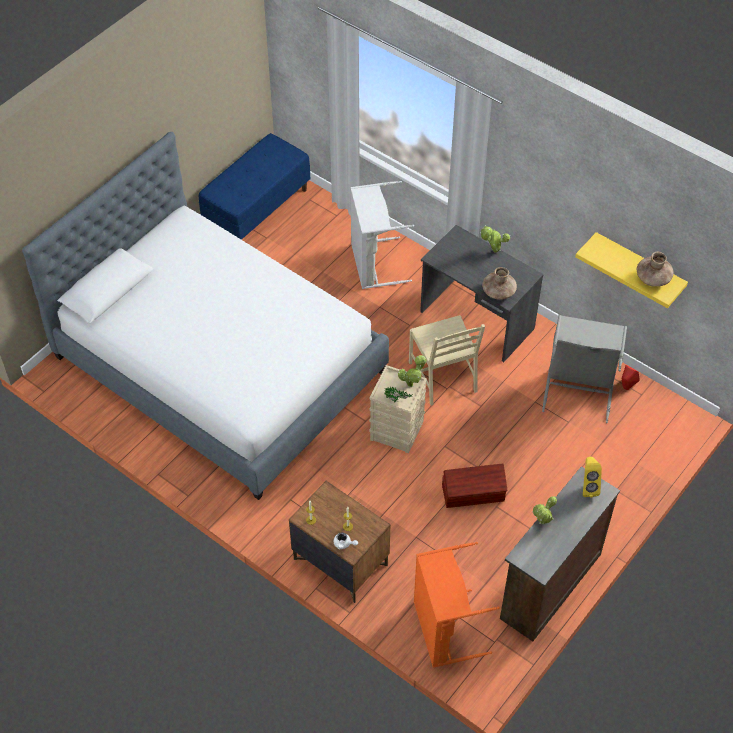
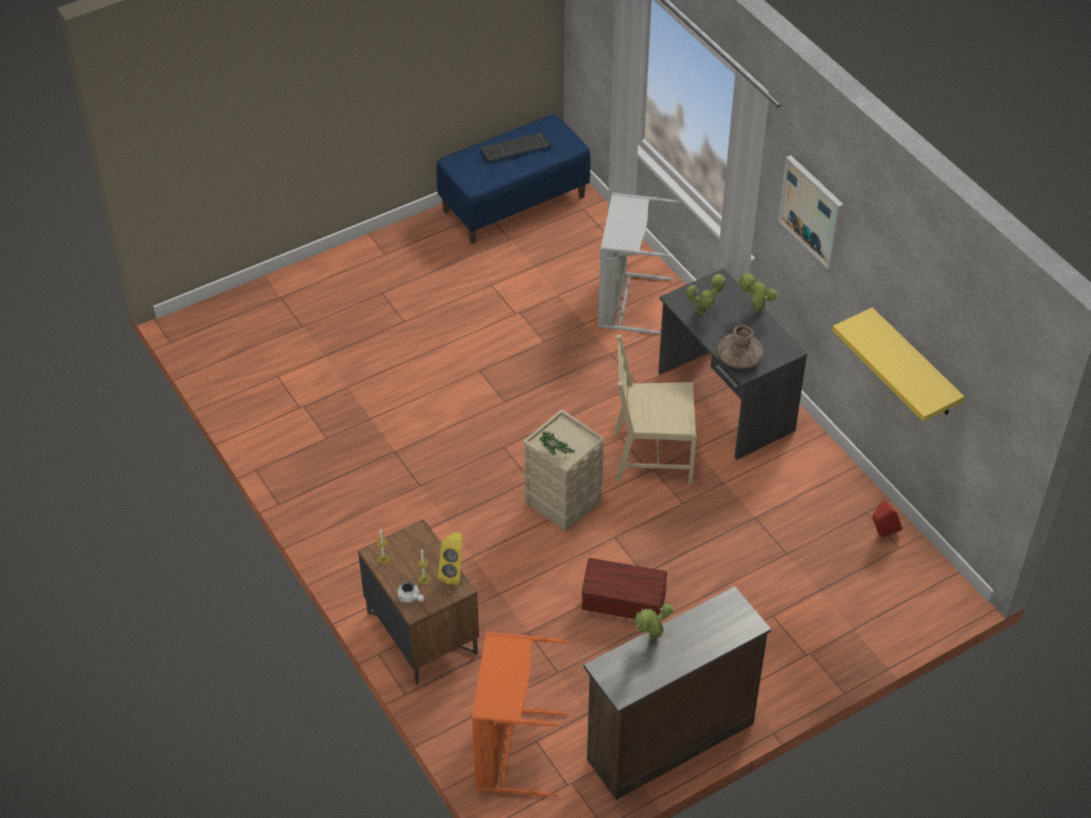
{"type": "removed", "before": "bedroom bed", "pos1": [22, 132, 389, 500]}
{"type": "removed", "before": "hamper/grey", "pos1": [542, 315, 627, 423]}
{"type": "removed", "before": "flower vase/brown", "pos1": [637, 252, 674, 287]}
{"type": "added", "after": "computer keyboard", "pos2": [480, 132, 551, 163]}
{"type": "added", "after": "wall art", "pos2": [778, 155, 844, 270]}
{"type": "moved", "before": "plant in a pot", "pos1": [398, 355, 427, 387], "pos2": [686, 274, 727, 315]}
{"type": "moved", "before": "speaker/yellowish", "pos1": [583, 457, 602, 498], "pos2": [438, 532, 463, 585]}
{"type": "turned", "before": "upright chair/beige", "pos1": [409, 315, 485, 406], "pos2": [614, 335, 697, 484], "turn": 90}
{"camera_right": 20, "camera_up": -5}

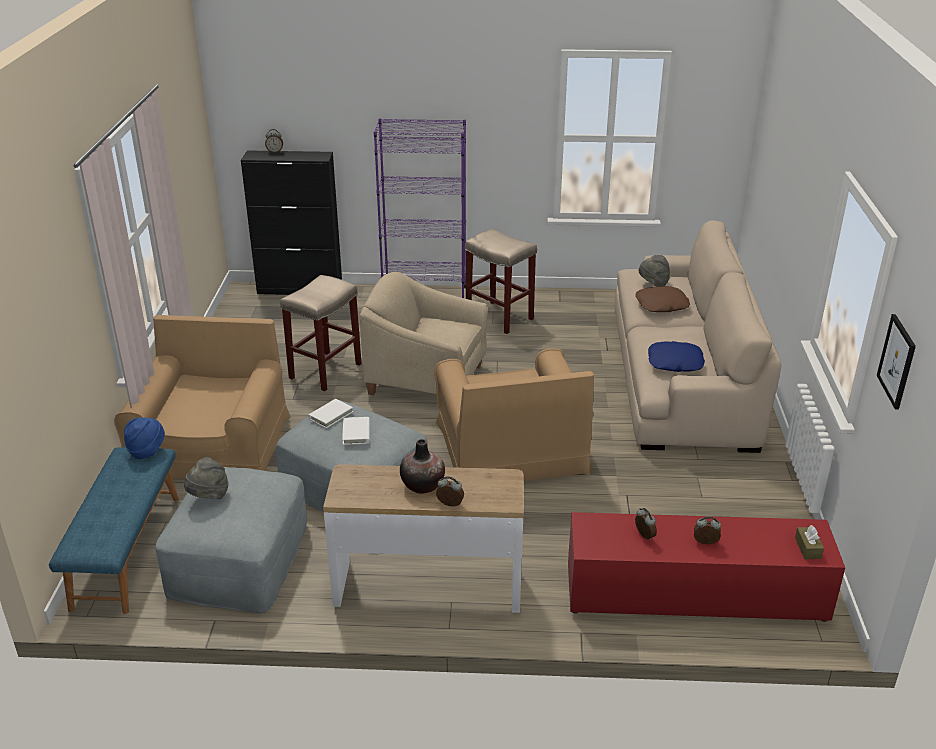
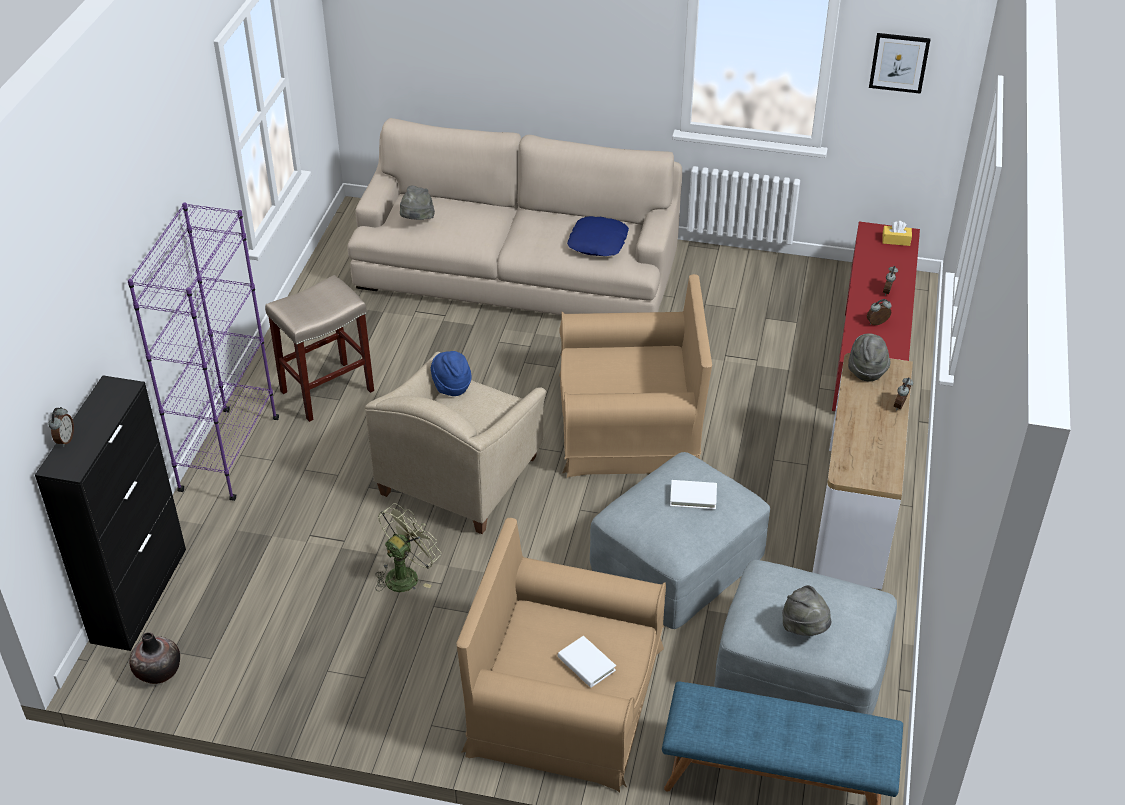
{"type": "removed", "before": "throw pillow/brown", "pos1": [635, 286, 690, 312]}
{"type": "added", "after": "hat/grey", "pos2": [848, 333, 890, 382]}
{"type": "moved", "before": "hat/bluish", "pos1": [124, 417, 165, 459], "pos2": [431, 351, 472, 396]}
{"type": "moved", "before": "bound book/white", "pos1": [308, 399, 353, 428], "pos2": [557, 636, 616, 688]}
{"type": "moved", "before": "flower vase", "pos1": [400, 439, 445, 494], "pos2": [130, 632, 180, 684]}
{"type": "replaced", "before": "stool/beige", "after": "fan/greenish", "pos1": [280, 275, 362, 391], "pos2": [375, 503, 441, 592]}
{"type": "recoloured", "before": "tissue box/brown", "after": "tissue box/yellowish", "pos1": [795, 525, 824, 559], "pos2": [882, 221, 912, 246]}
{"camera_right": -80, "camera_up": 10}

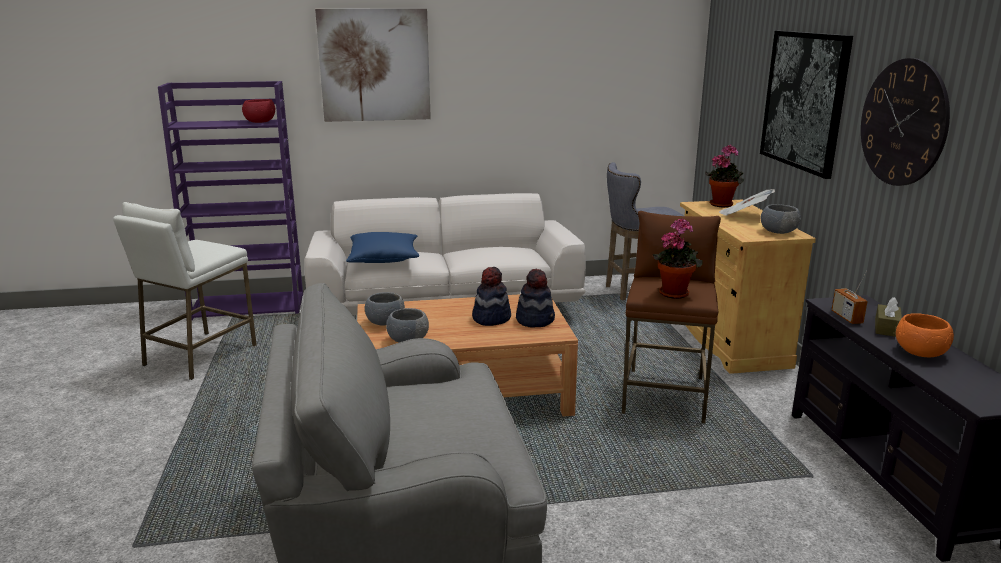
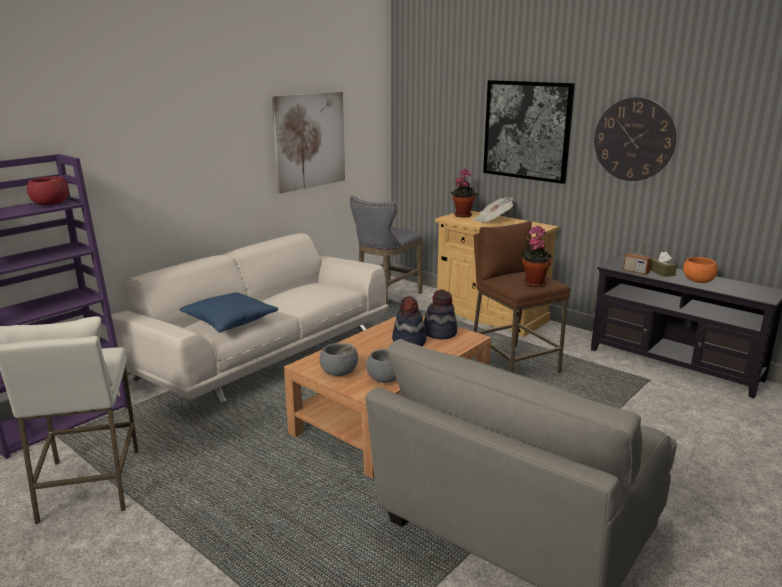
{"type": "removed", "before": "bowl/grey", "pos1": [761, 204, 801, 234]}
{"type": "moved", "before": "wall art", "pos1": [315, 9, 431, 122], "pos2": [272, 92, 345, 194]}
{"camera_right": -40, "camera_up": 0}

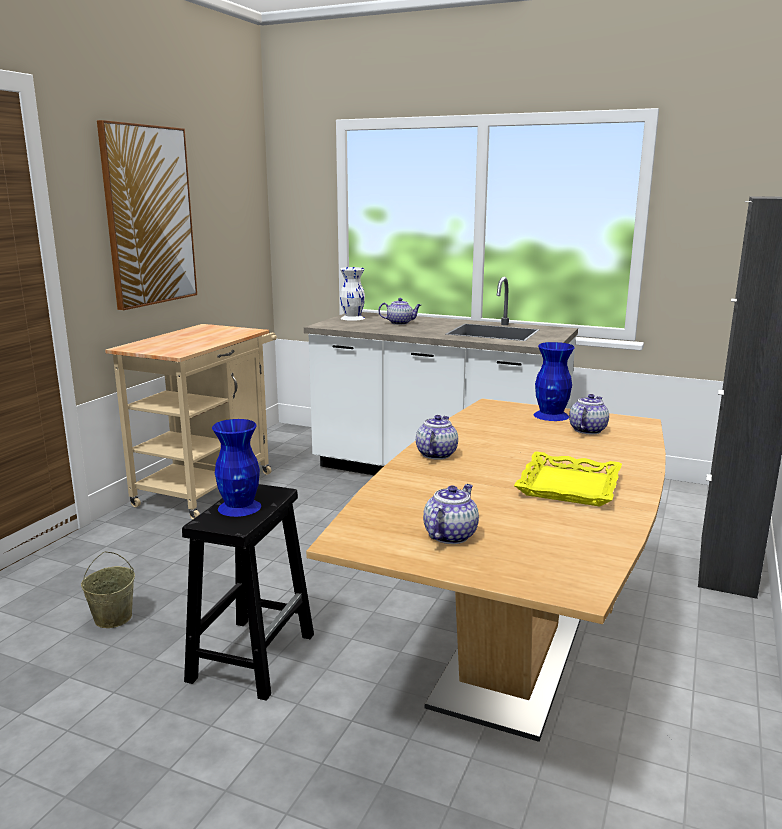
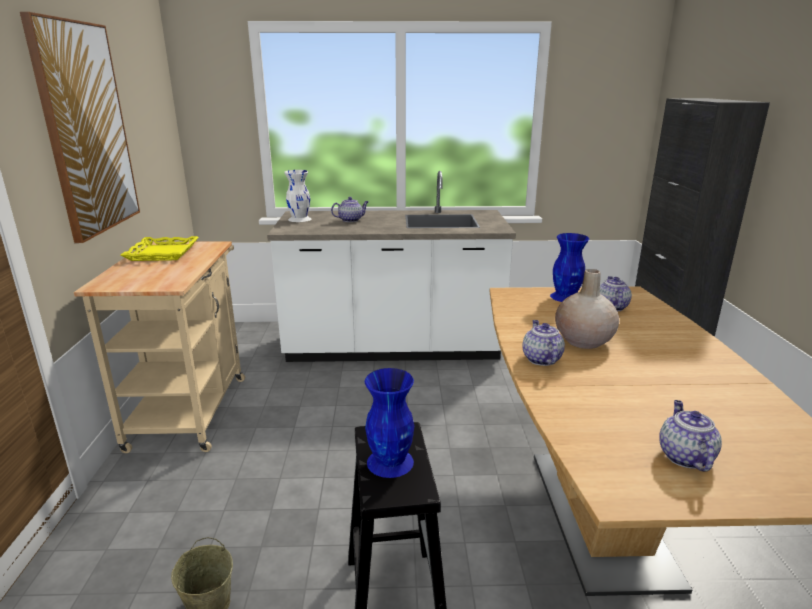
{"type": "added", "after": "flower vase/beige", "pos2": [555, 269, 619, 349]}
{"type": "moved", "before": "carrying tray/yellowish", "pos1": [514, 452, 622, 506], "pos2": [120, 236, 199, 261]}
{"camera_right": -25, "camera_up": 5}

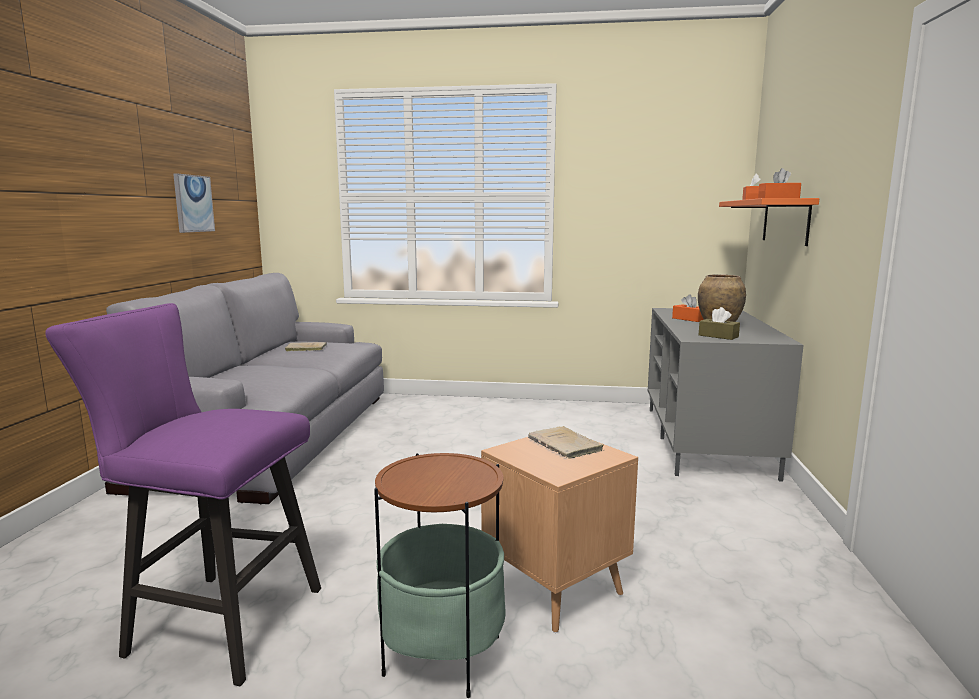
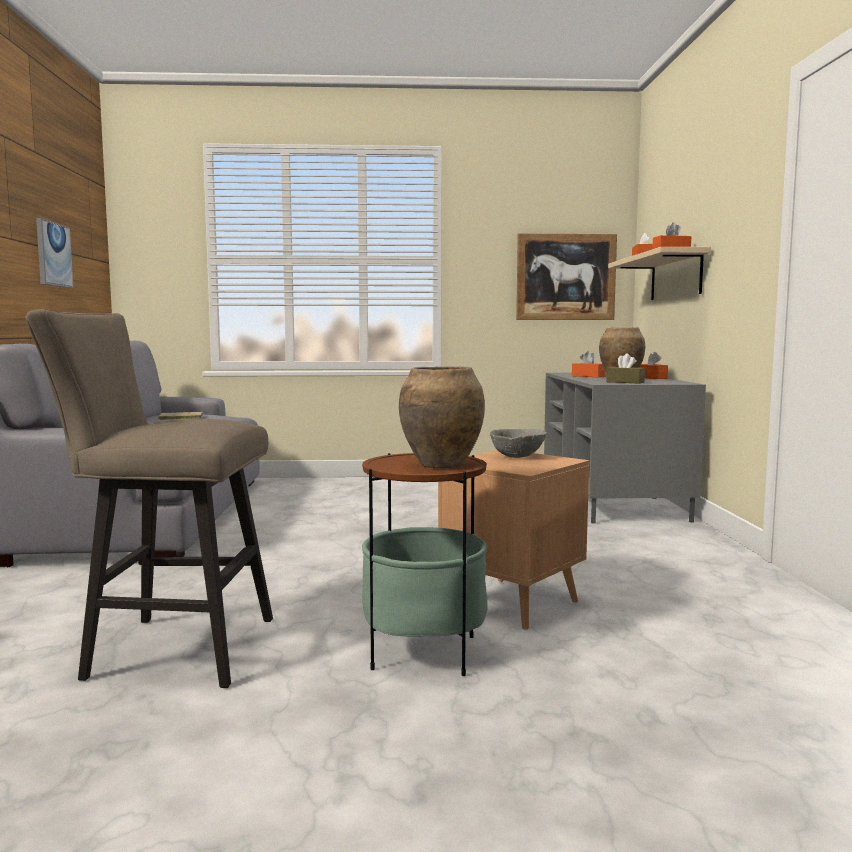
{"type": "added", "after": "flower vase/brown", "pos2": [399, 366, 485, 469]}
{"type": "added", "after": "wall art", "pos2": [516, 234, 617, 320]}
{"type": "added", "after": "tissue box/orange", "pos2": [640, 352, 668, 379]}
{"type": "replaced", "before": "bound book/beige", "after": "bowl/grey", "pos1": [528, 426, 604, 459], "pos2": [490, 429, 547, 458]}
{"type": "recoloured", "before": "stool/purplish", "after": "stool/beige", "pos1": [45, 303, 321, 686], "pos2": [26, 309, 273, 688]}
{"type": "recoloured", "before": "wall shelf/orange", "after": "wall shelf/beige", "pos1": [719, 198, 819, 246], "pos2": [608, 247, 711, 300]}
{"camera_right": -10, "camera_up": -5}

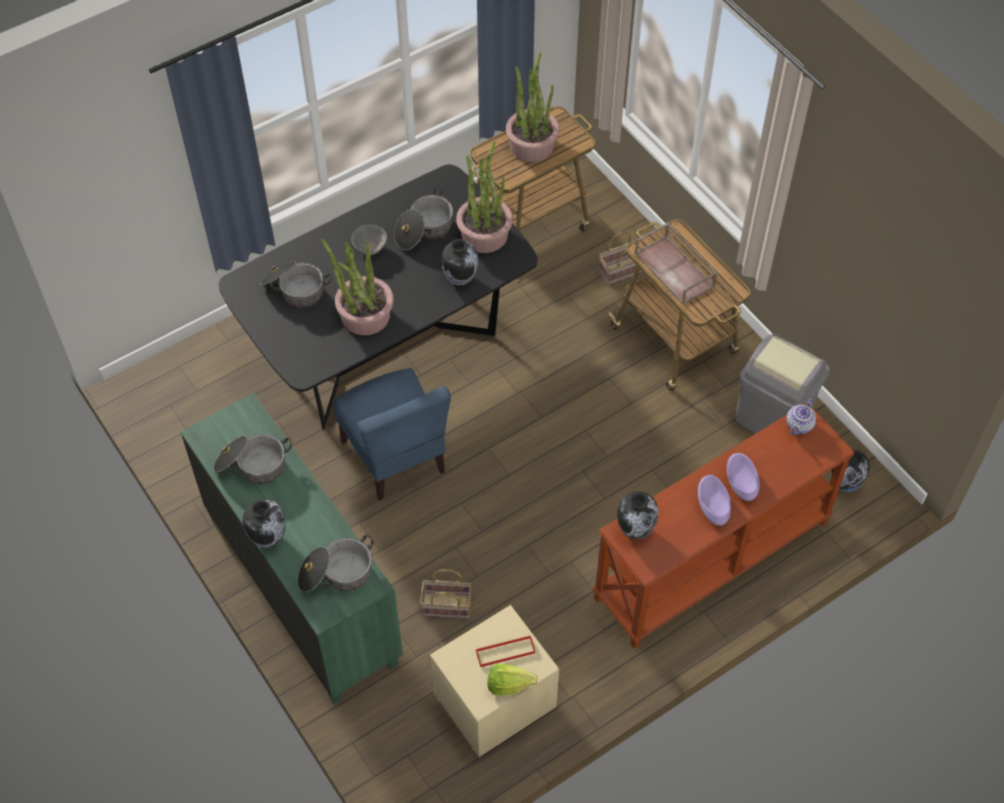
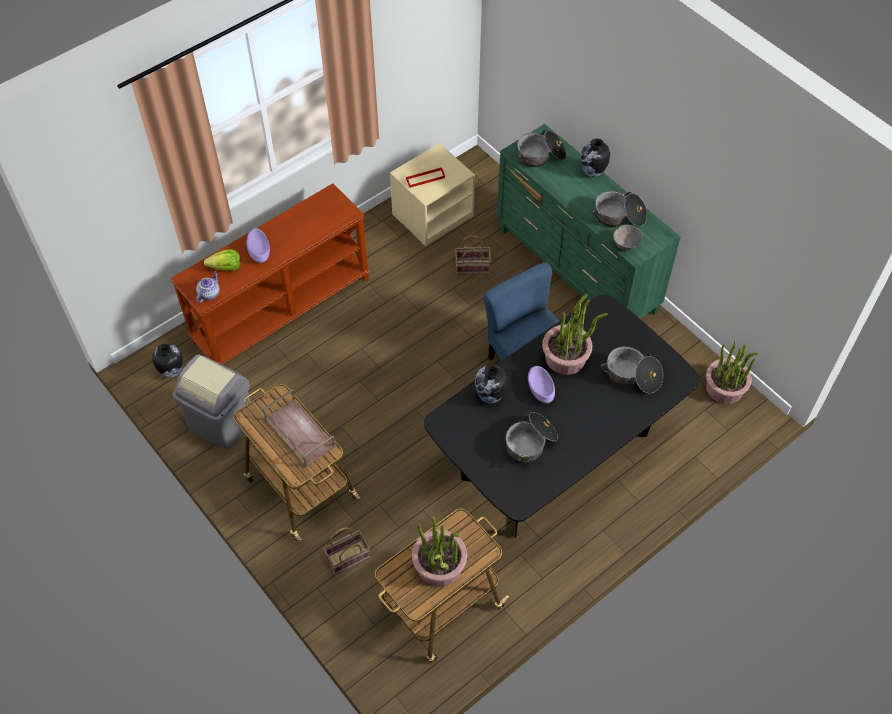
{"type": "removed", "before": "flower vase", "pos1": [617, 491, 659, 539]}
{"type": "moved", "before": "bowl/grey", "pos1": [352, 225, 387, 255], "pos2": [613, 225, 643, 250]}
{"type": "moved", "before": "plant in a pot", "pos1": [456, 141, 513, 253], "pos2": [706, 340, 758, 404]}
{"type": "moved", "before": "head of lettuce", "pos1": [487, 664, 538, 695], "pos2": [204, 249, 241, 271]}
{"type": "moved", "before": "bowl/purplish", "pos1": [698, 475, 731, 526], "pos2": [528, 366, 555, 403]}
{"camera_right": 175, "camera_up": 0}

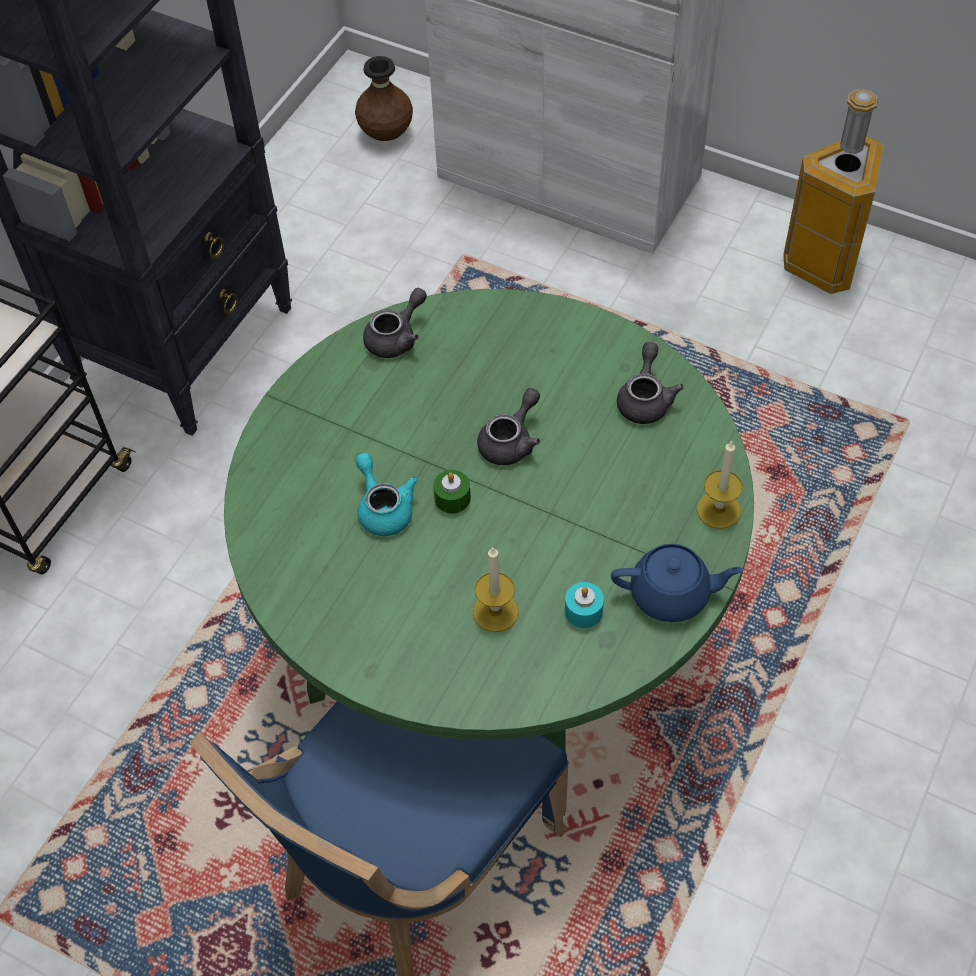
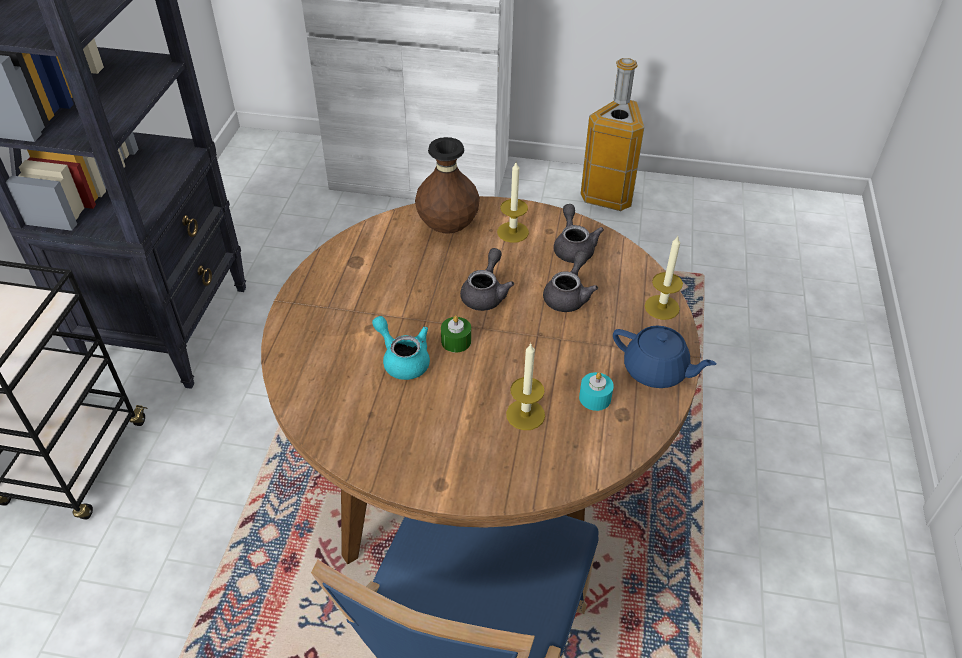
{"type": "added", "after": "wax light", "pos2": [497, 162, 529, 243]}
{"type": "moved", "before": "flower vase/brown", "pos1": [355, 56, 413, 141], "pos2": [415, 137, 480, 234]}
{"type": "moved", "before": "teapot/grey", "pos1": [363, 288, 427, 358], "pos2": [543, 251, 598, 312]}
{"type": "recoloured", "before": "dining table/greenish", "after": "dining table/brown", "pos1": [224, 289, 754, 816], "pos2": [261, 196, 700, 565]}
{"type": "turned", "before": "teapot/bluish", "pos1": [611, 544, 744, 622], "pos2": [613, 326, 716, 388], "turn": 45}
{"camera_right": -20, "camera_up": -10}

